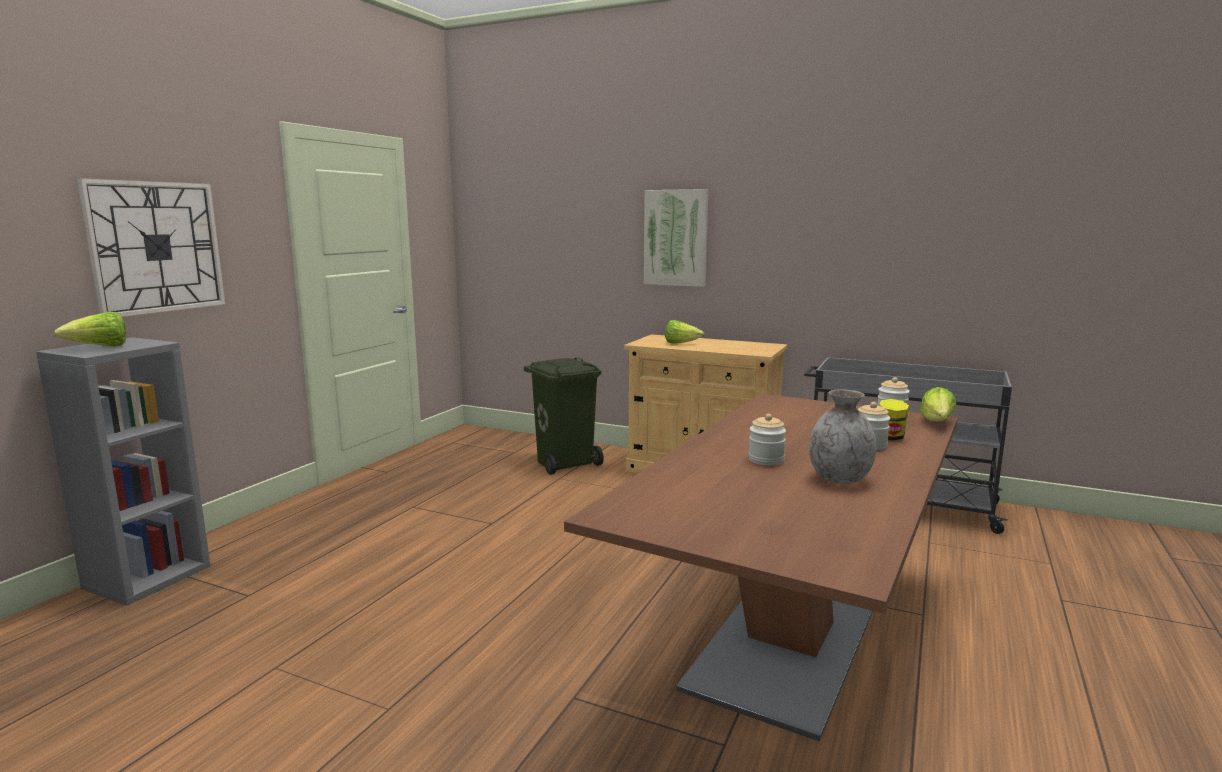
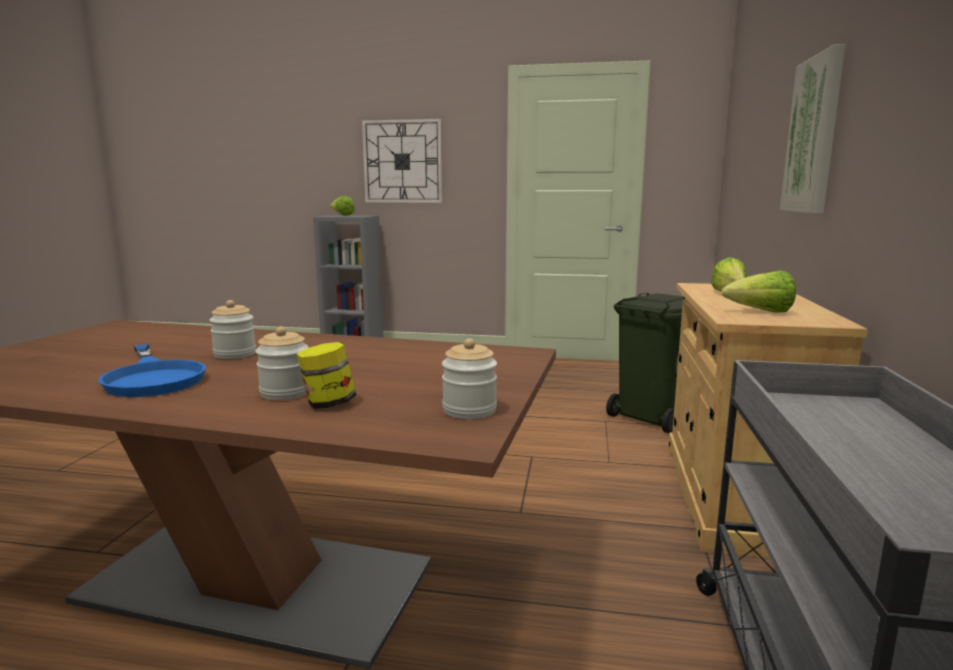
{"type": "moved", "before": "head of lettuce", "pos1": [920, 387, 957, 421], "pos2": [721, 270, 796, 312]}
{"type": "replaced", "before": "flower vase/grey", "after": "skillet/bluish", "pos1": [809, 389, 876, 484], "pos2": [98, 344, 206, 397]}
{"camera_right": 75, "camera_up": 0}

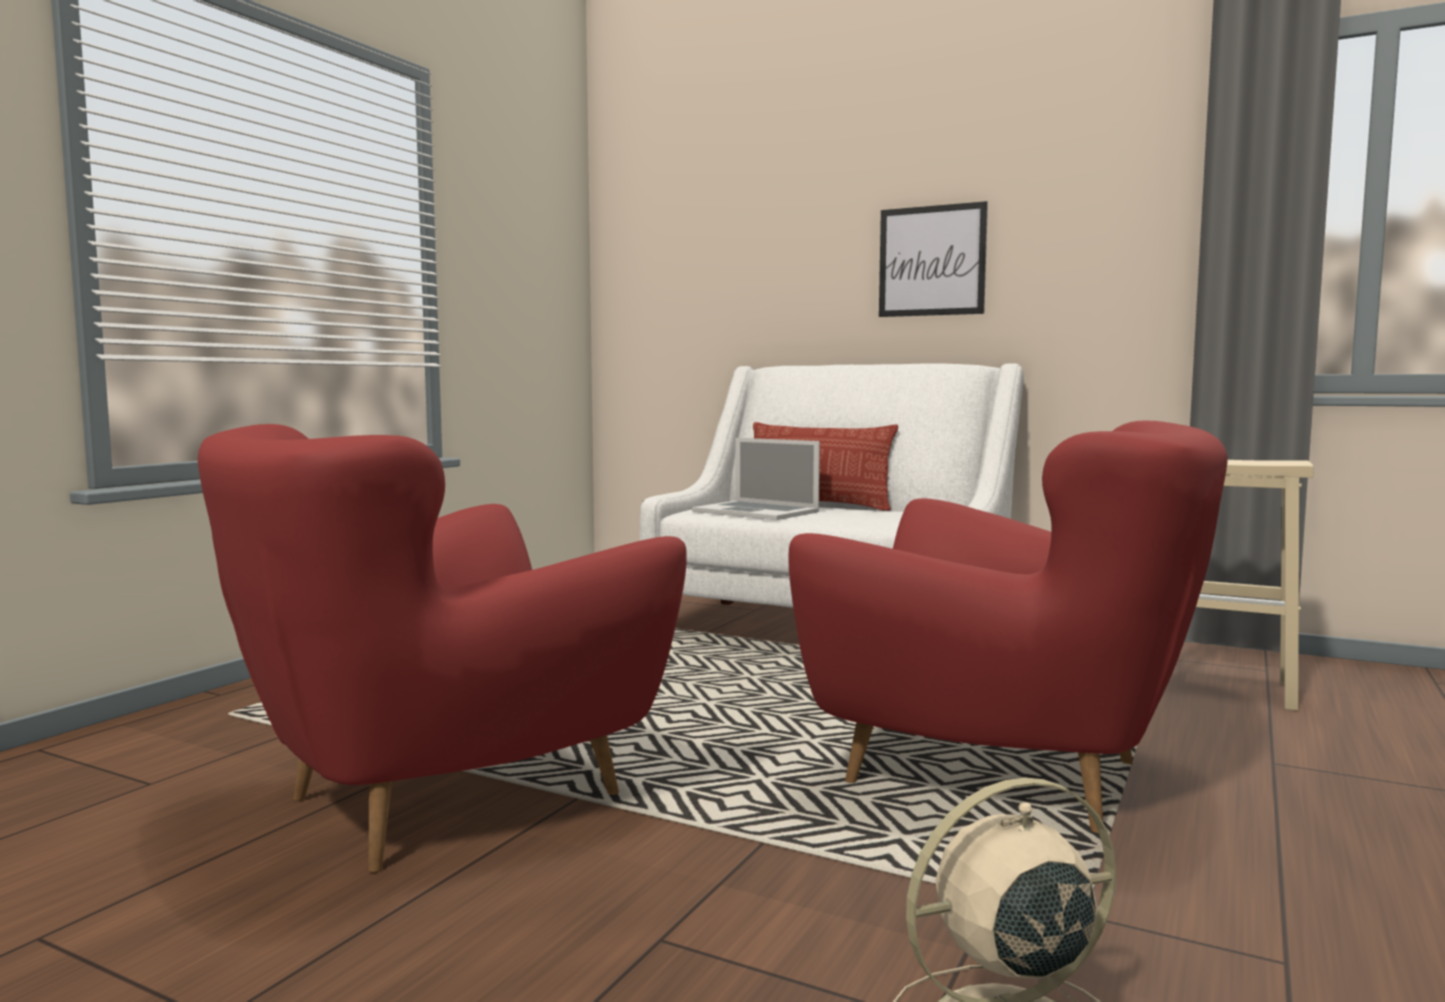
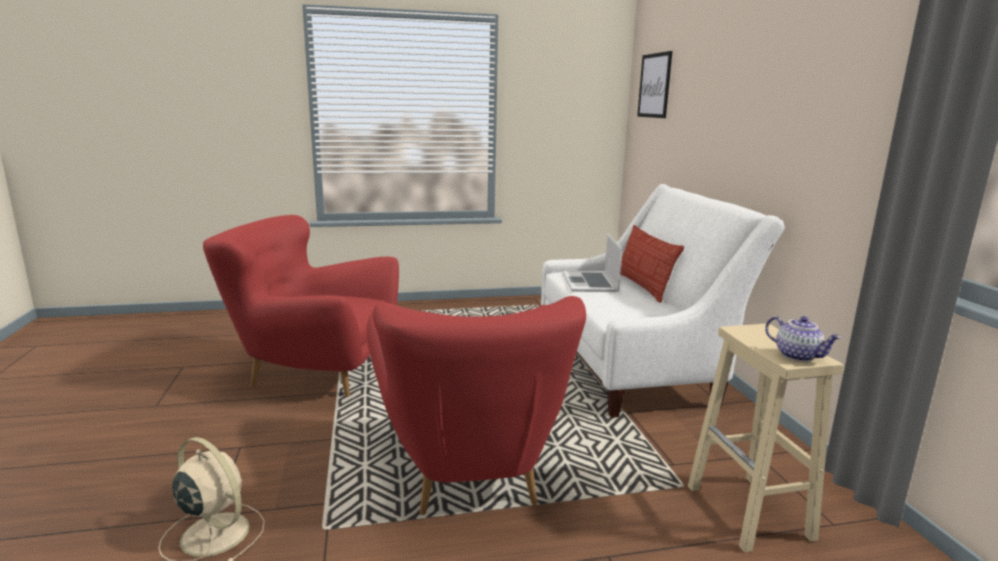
{"type": "added", "after": "teapot", "pos2": [765, 316, 841, 362]}
{"type": "moved", "before": "wall art", "pos1": [879, 201, 988, 317], "pos2": [637, 51, 672, 118]}
{"camera_right": 50, "camera_up": 10}

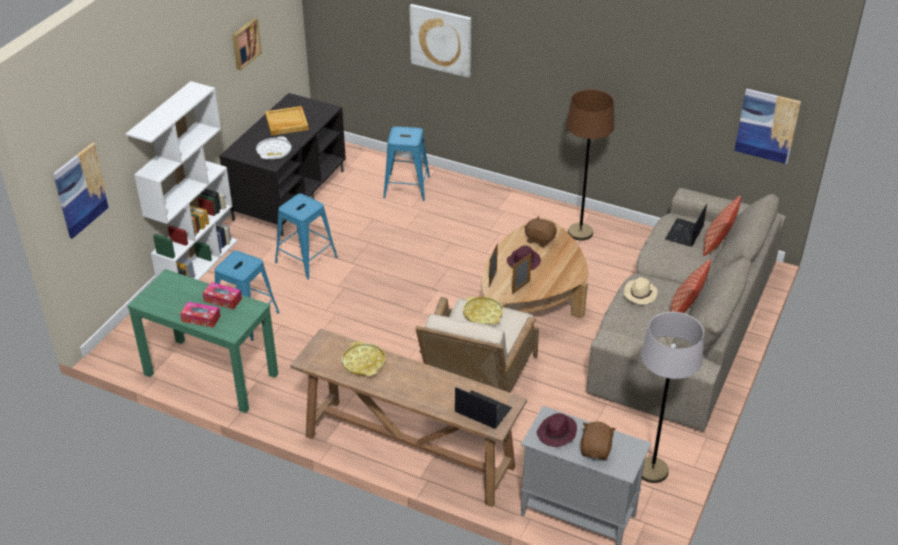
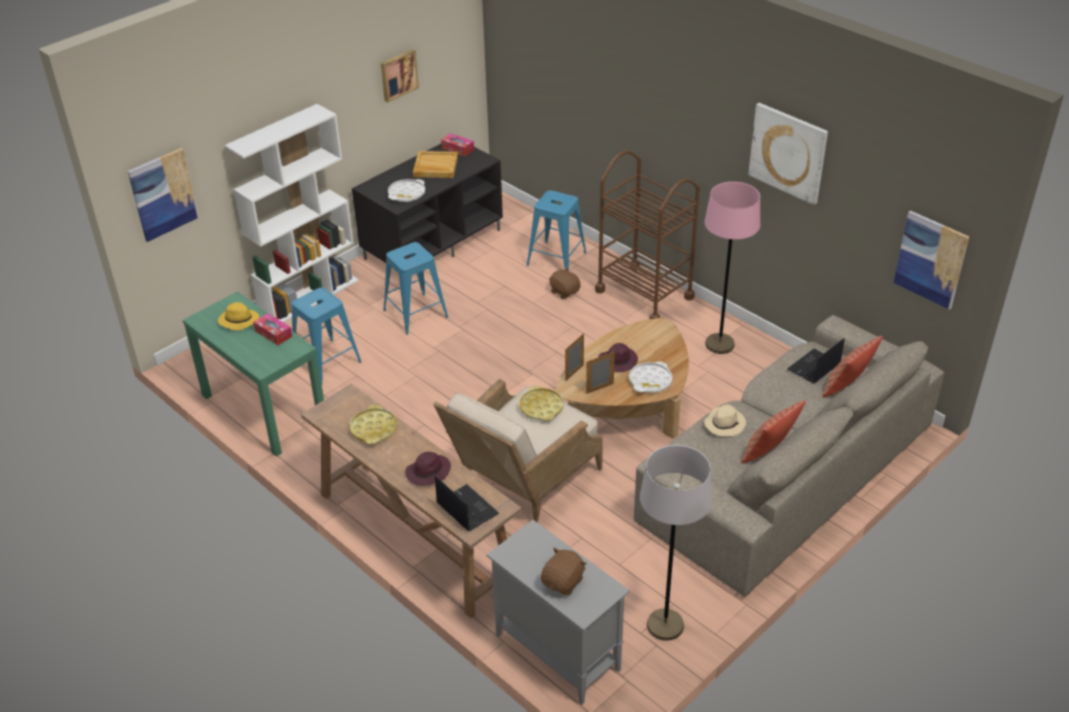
{"type": "added", "after": "hat/yellowish", "pos2": [218, 302, 259, 331]}
{"type": "added", "after": "wheeled cart/brown", "pos2": [595, 151, 700, 319]}
{"type": "added", "after": "carrying tray/white", "pos2": [629, 361, 673, 393]}
{"type": "moved", "before": "tissue box", "pos1": [180, 302, 221, 328], "pos2": [441, 133, 474, 156]}
{"type": "moved", "before": "wall art", "pos1": [409, 4, 471, 78], "pos2": [748, 103, 828, 205]}
{"type": "moved", "before": "cuddly toy/brown", "pos1": [524, 216, 557, 247], "pos2": [549, 268, 581, 299]}
{"type": "moved", "before": "hat/purplish", "pos1": [537, 413, 577, 447], "pos2": [406, 452, 451, 486]}
{"type": "recoloured", "before": "standard lamp/brown", "after": "standard lamp/pinkish", "pos1": [566, 89, 614, 241], "pos2": [704, 182, 760, 354]}
{"camera_right": 20, "camera_up": 0}

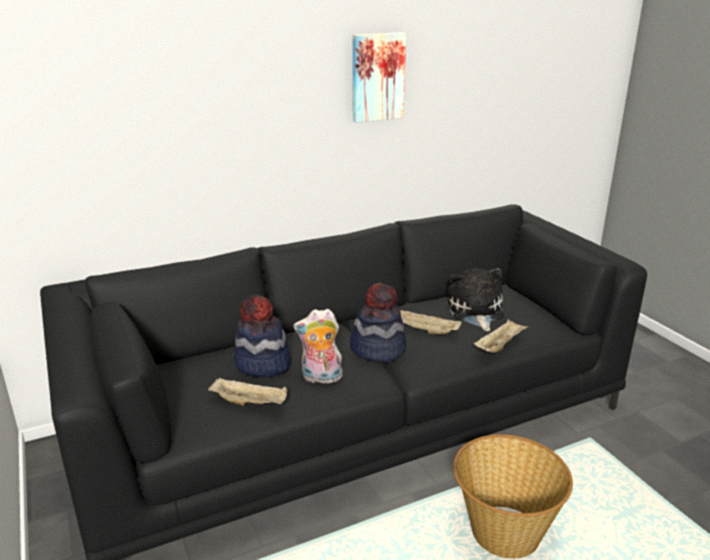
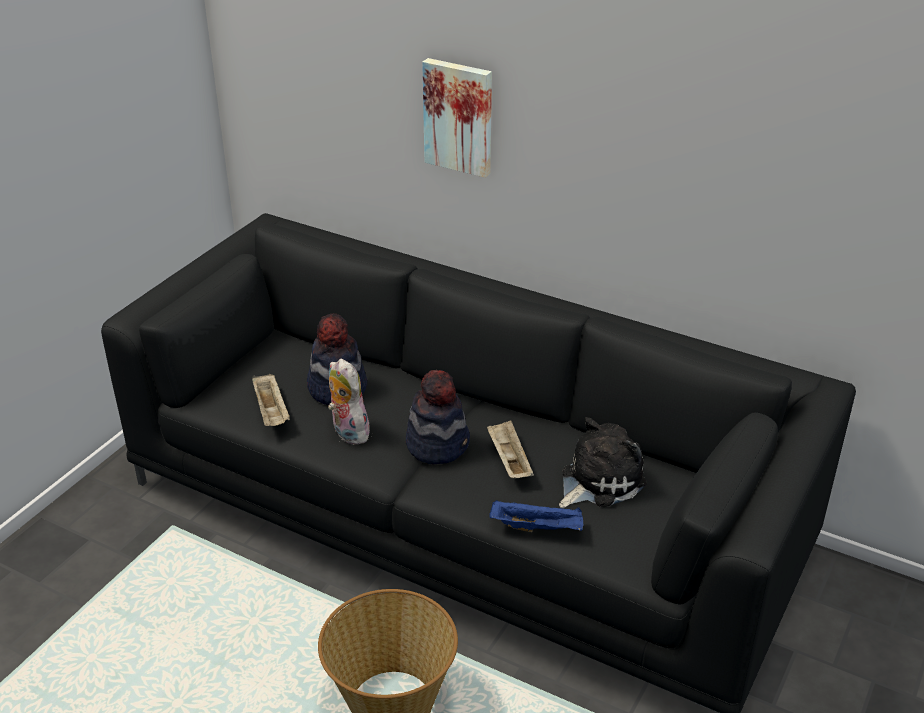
{"type": "moved", "before": "wall art", "pos1": [353, 32, 406, 123], "pos2": [422, 58, 492, 178]}
{"type": "recoloured", "before": "carrying tray/beige", "after": "carrying tray/bluish", "pos1": [474, 319, 528, 353], "pos2": [489, 500, 583, 532]}
{"camera_right": 55, "camera_up": 10}

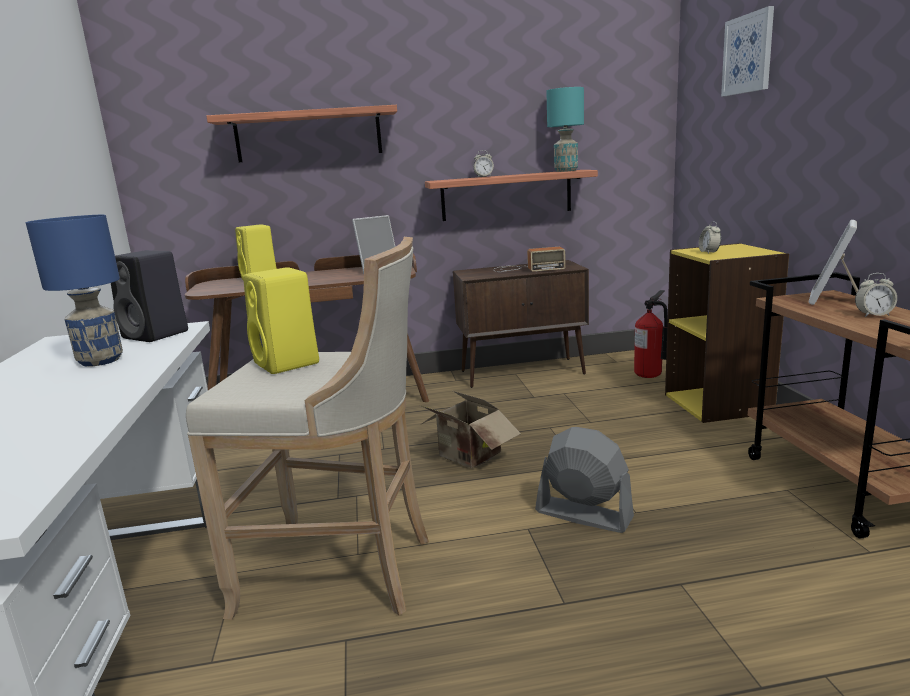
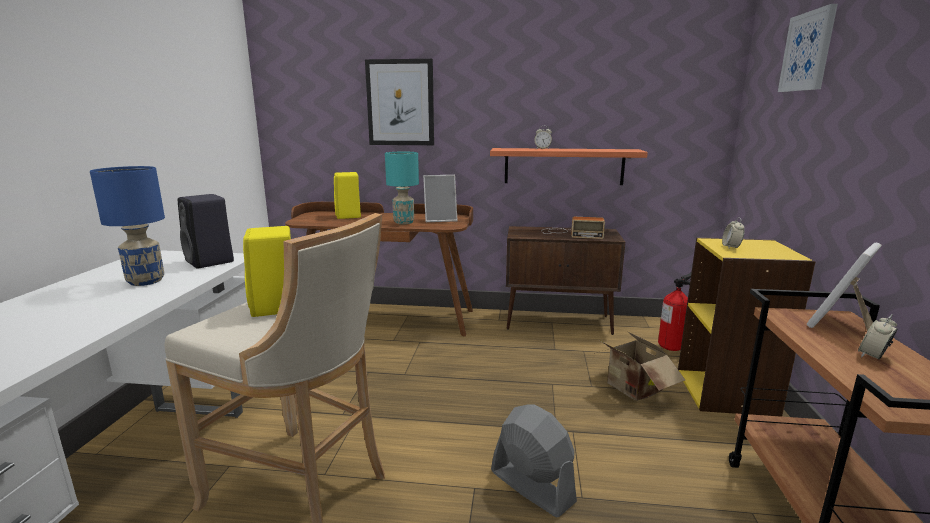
{"type": "moved", "before": "carton", "pos1": [420, 391, 521, 468], "pos2": [594, 331, 685, 401]}
{"type": "moved", "before": "tabletop lamp/turquoise", "pos1": [546, 87, 584, 172], "pos2": [385, 152, 419, 224]}
{"type": "replaced", "before": "wall shelf", "after": "wall art", "pos1": [206, 105, 397, 162], "pos2": [365, 59, 434, 145]}
{"type": "turned", "before": "alarm clock", "pos1": [855, 273, 897, 317], "pos2": [858, 314, 898, 360], "turn": 120}
{"camera_right": 15, "camera_up": 0}

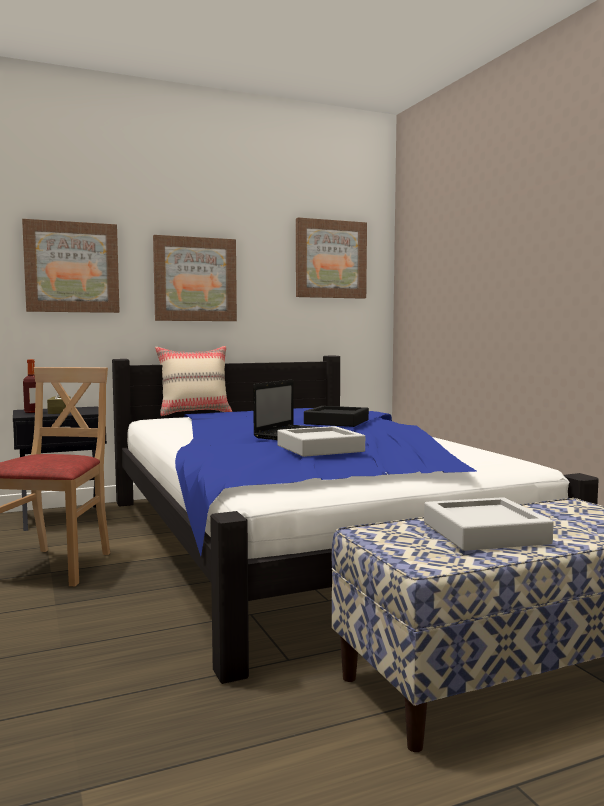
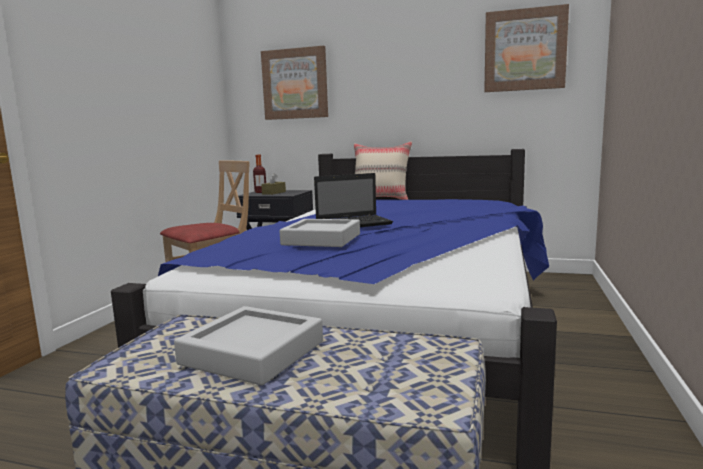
{"type": "removed", "before": "wall art", "pos1": [153, 235, 237, 321]}
{"type": "removed", "before": "carrying tray/black", "pos1": [304, 406, 369, 427]}
{"camera_right": 40, "camera_up": 5}

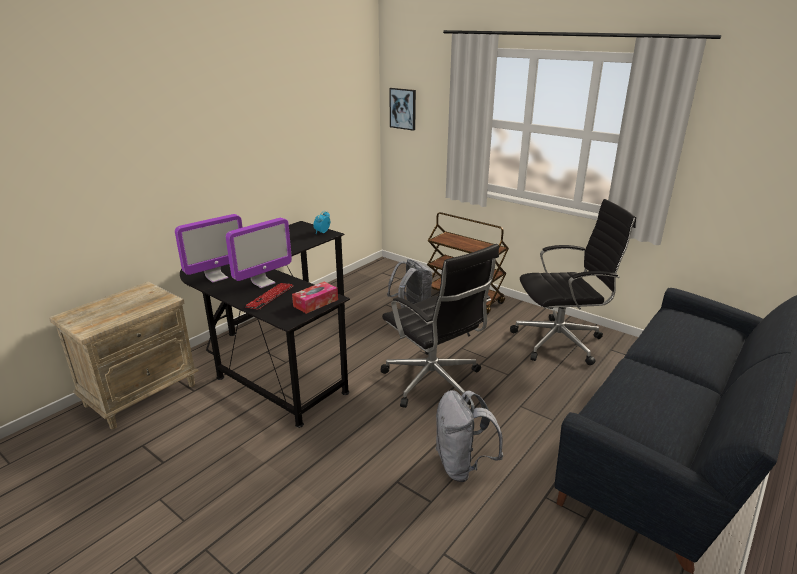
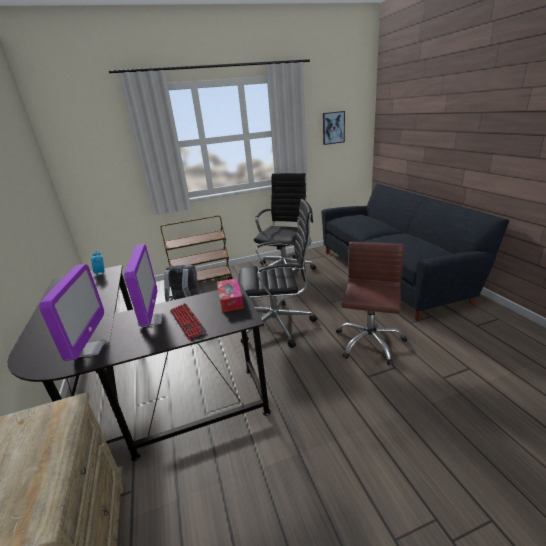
{"type": "moved", "before": "wall art", "pos1": [389, 88, 416, 131], "pos2": [323, 111, 345, 145]}
{"type": "replaced", "before": "knapsack/grey", "after": "desk chair/brown", "pos1": [435, 390, 503, 482], "pos2": [336, 242, 407, 365]}
{"camera_right": -55, "camera_up": 0}

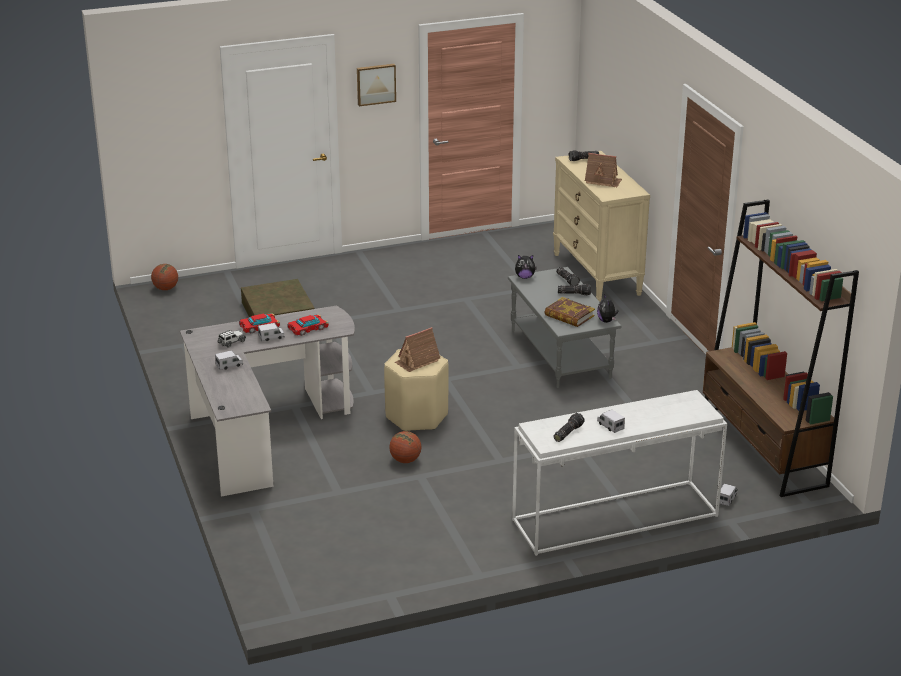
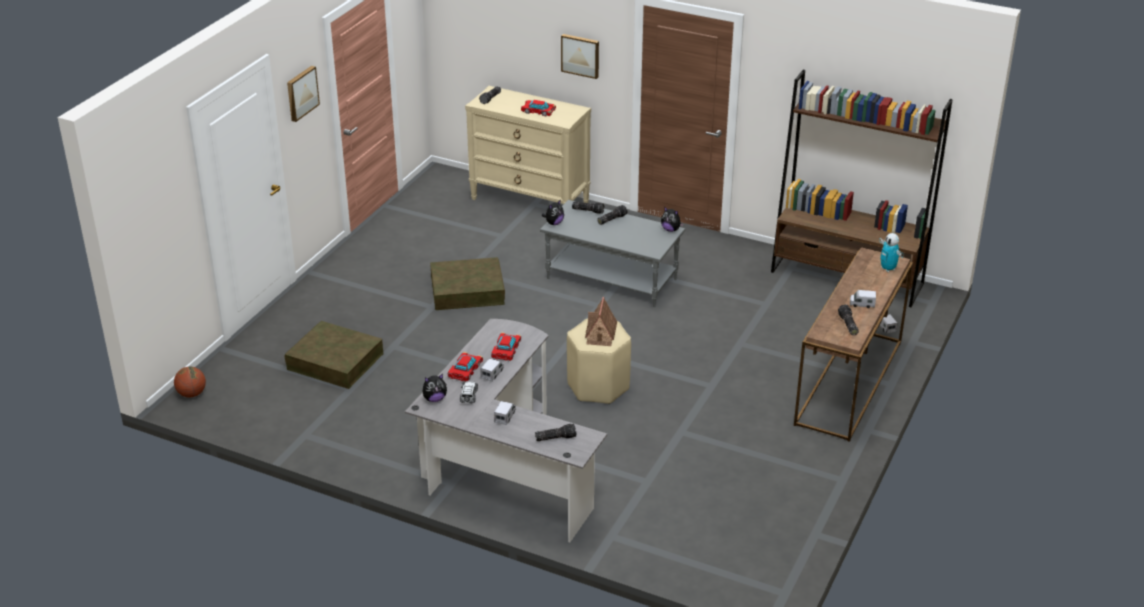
{"type": "removed", "before": "ball for basketball", "pos1": [389, 431, 421, 463]}
{"type": "removed", "before": "bound book", "pos1": [544, 297, 595, 327]}
{"type": "added", "after": "cuddly toy", "pos2": [423, 374, 447, 402]}
{"type": "added", "after": "storage bin/brown", "pos2": [430, 257, 505, 310]}
{"type": "added", "after": "torch", "pos2": [535, 424, 577, 441]}
{"type": "added", "after": "wall art", "pos2": [561, 34, 599, 79]}
{"type": "added", "after": "toy robot", "pos2": [879, 233, 904, 272]}
{"type": "replaced", "before": "model house", "after": "toy car", "pos1": [585, 153, 622, 187], "pos2": [521, 100, 556, 116]}
{"type": "recoloured", "before": "narrow table/white", "after": "narrow table/brown", "pos1": [512, 390, 727, 556], "pos2": [794, 247, 913, 442]}
{"camera_right": -45, "camera_up": 5}

